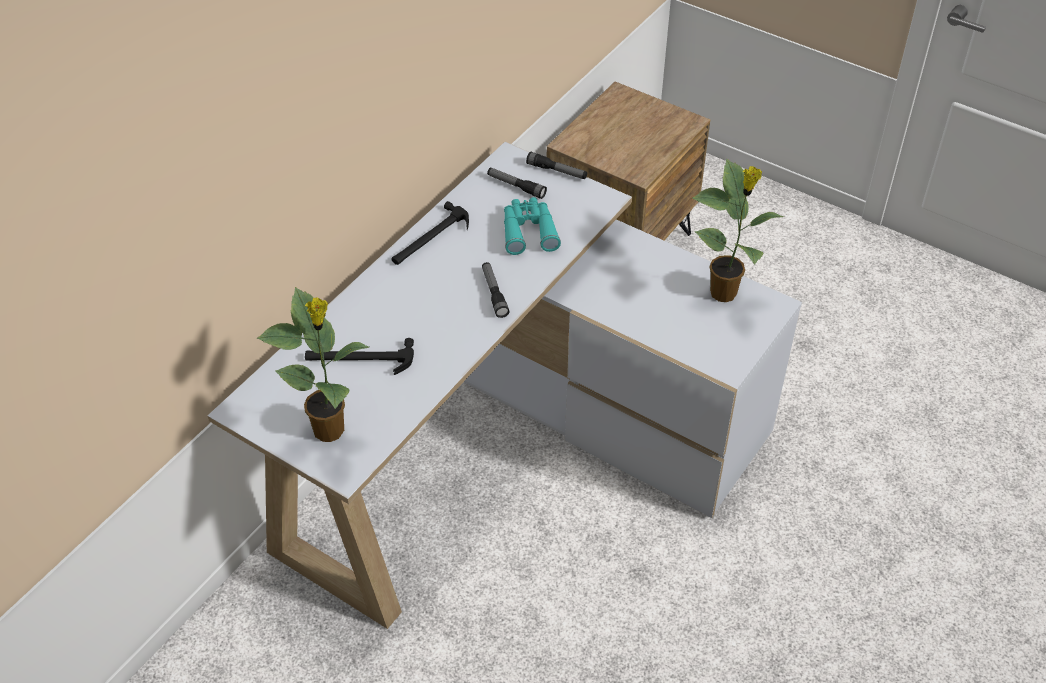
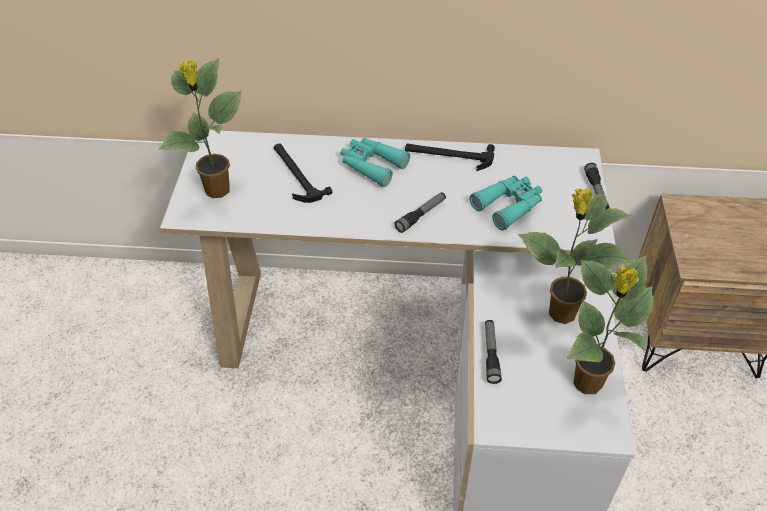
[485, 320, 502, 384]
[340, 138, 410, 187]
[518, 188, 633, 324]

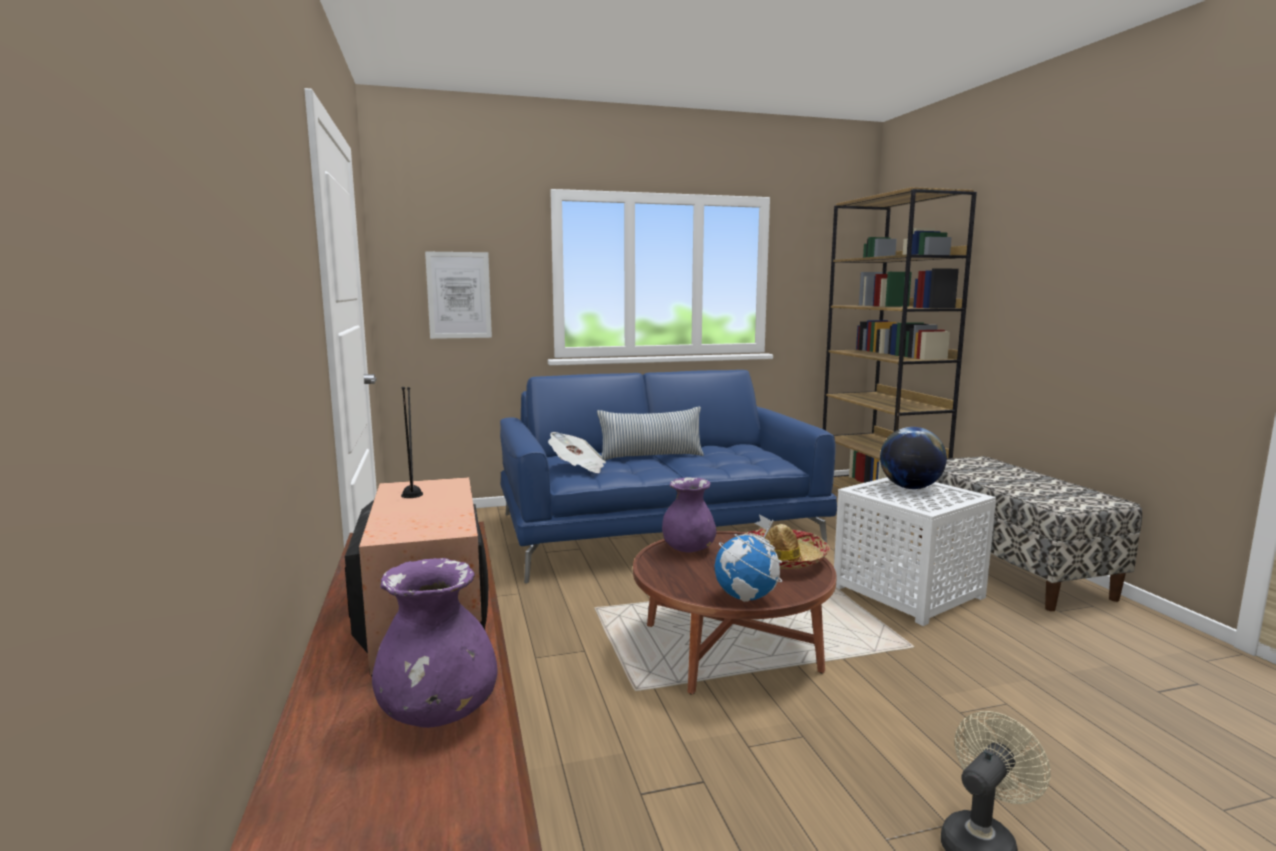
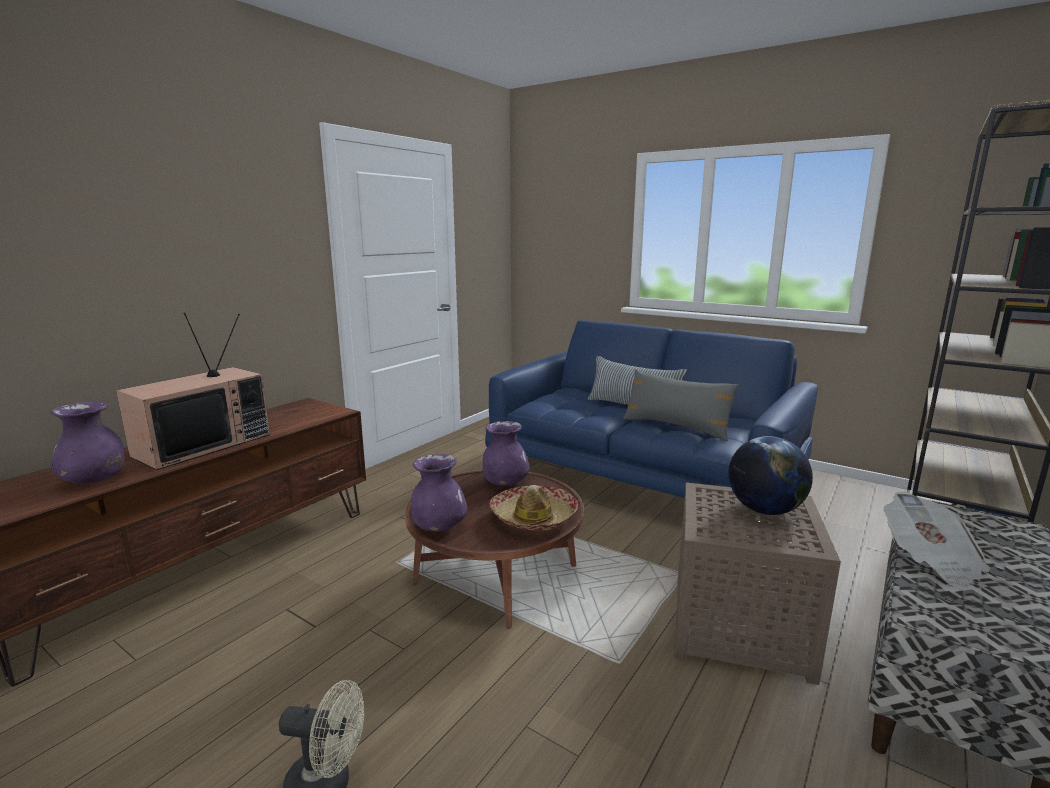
[425, 252, 492, 339] (first image)
[883, 491, 990, 590]
[411, 454, 467, 532]
[675, 482, 841, 685]
[623, 369, 739, 441]

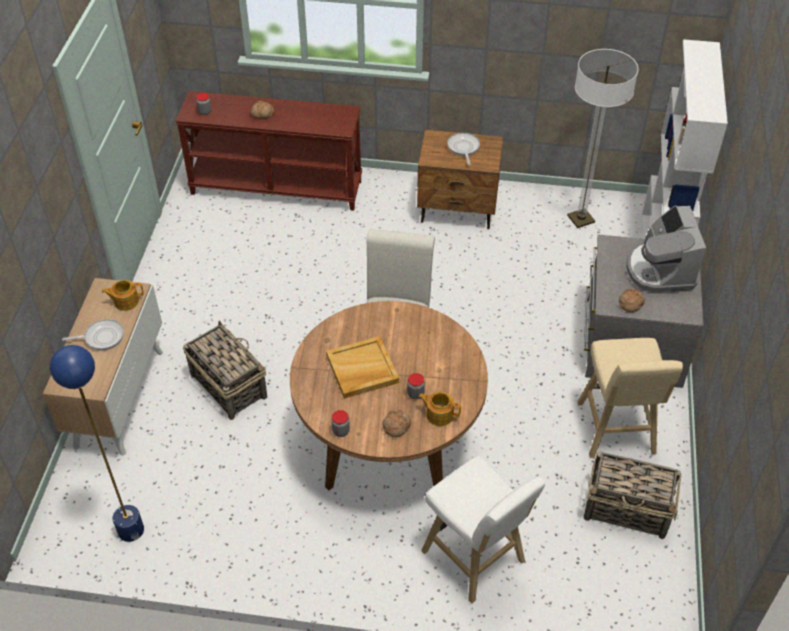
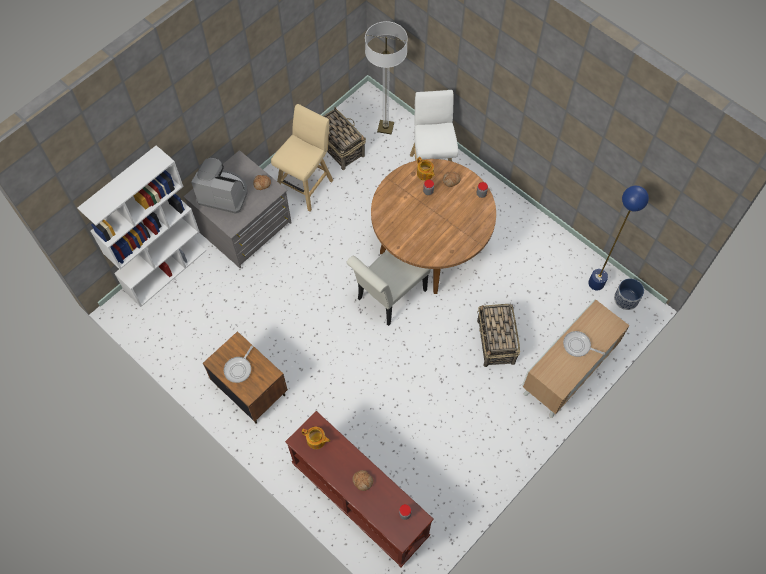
[302, 427, 330, 449]
[326, 336, 399, 399] (first image)
[365, 21, 408, 135]
[191, 158, 248, 214]
[614, 278, 644, 310]

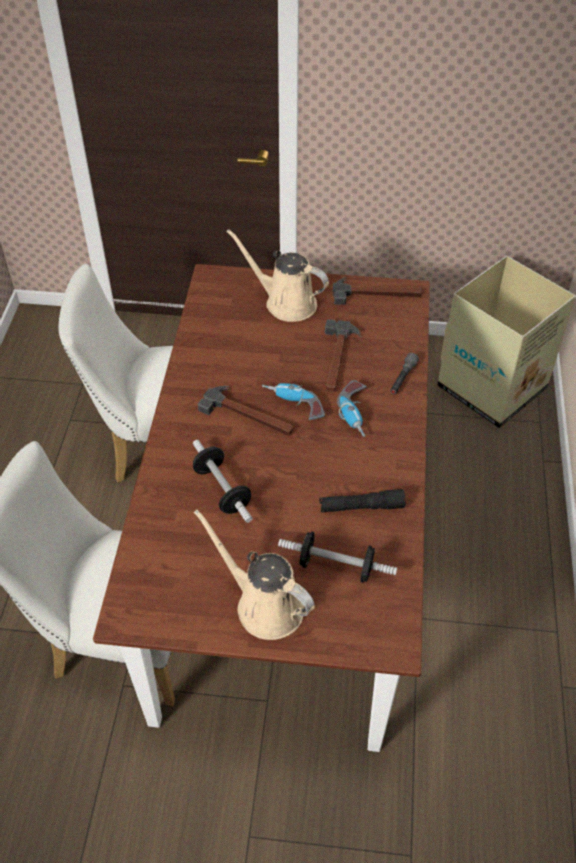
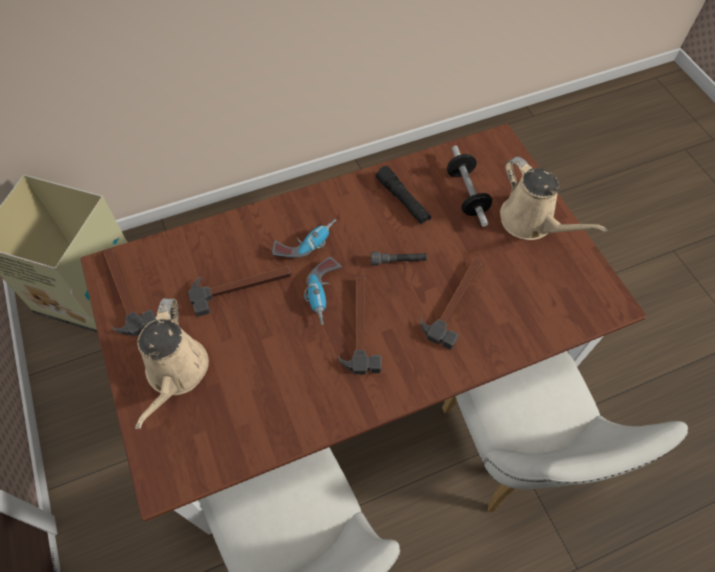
[420, 259, 482, 350]
[500, 157, 608, 240]
[371, 252, 427, 265]

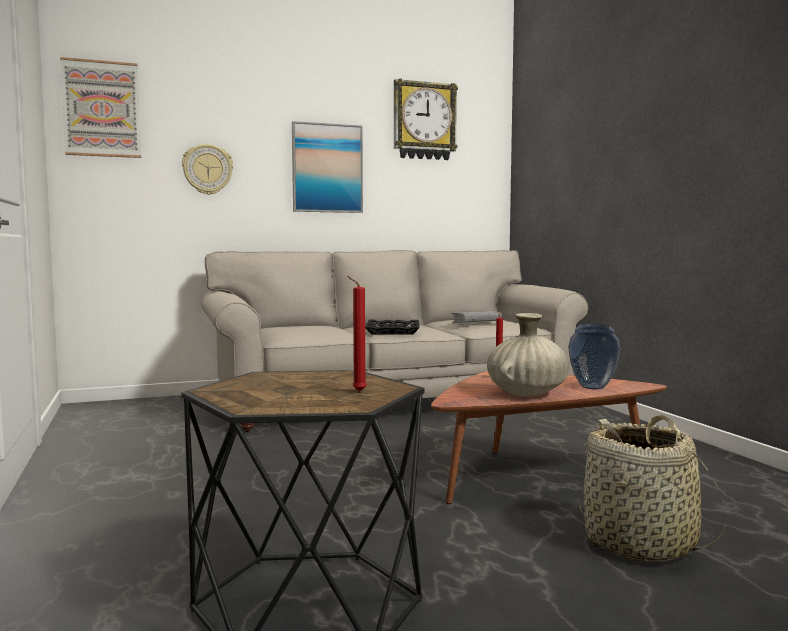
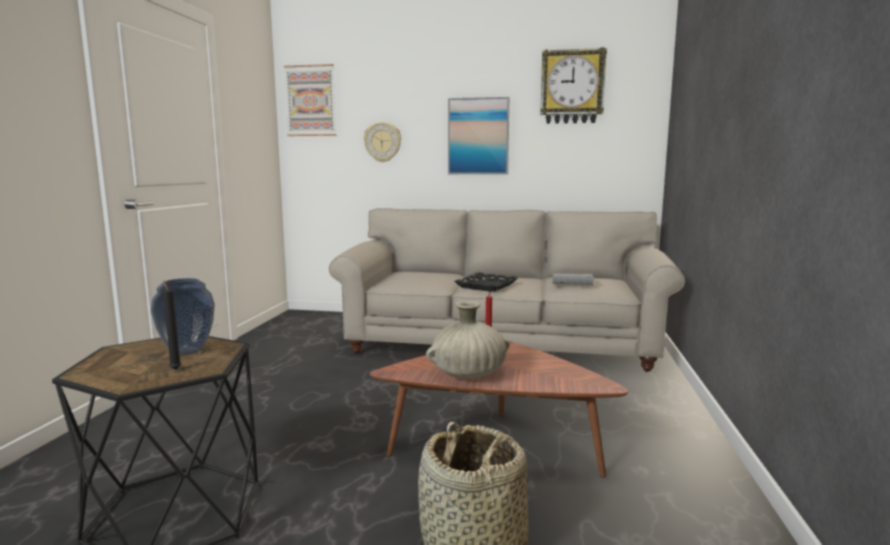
[163, 280, 182, 370]
[151, 278, 215, 355]

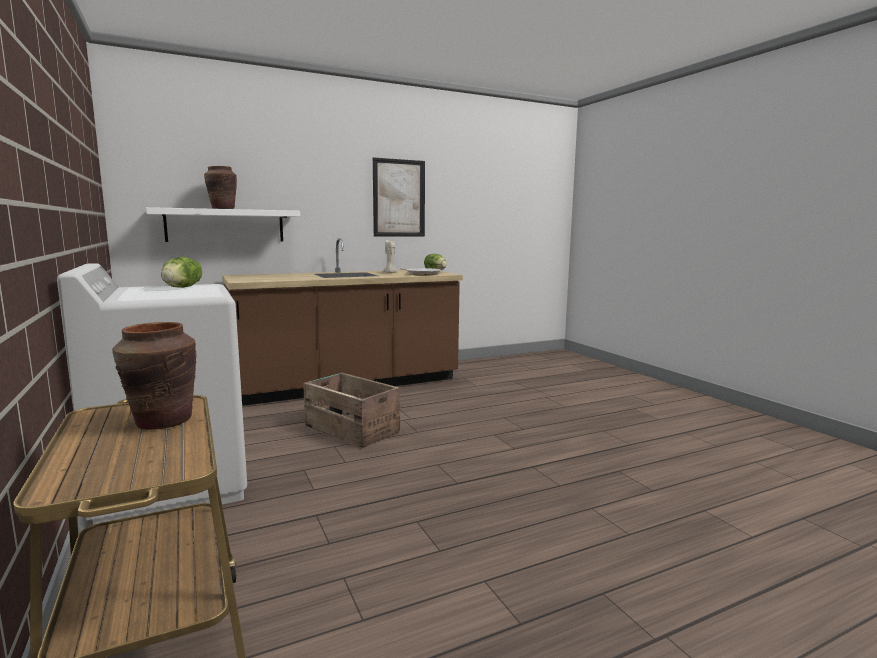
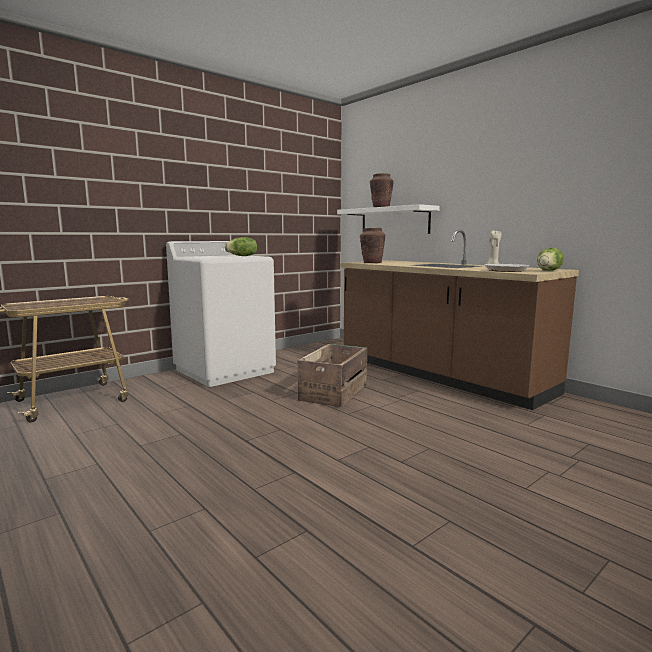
[360, 228, 386, 263]
[373, 158, 425, 236] (first image)

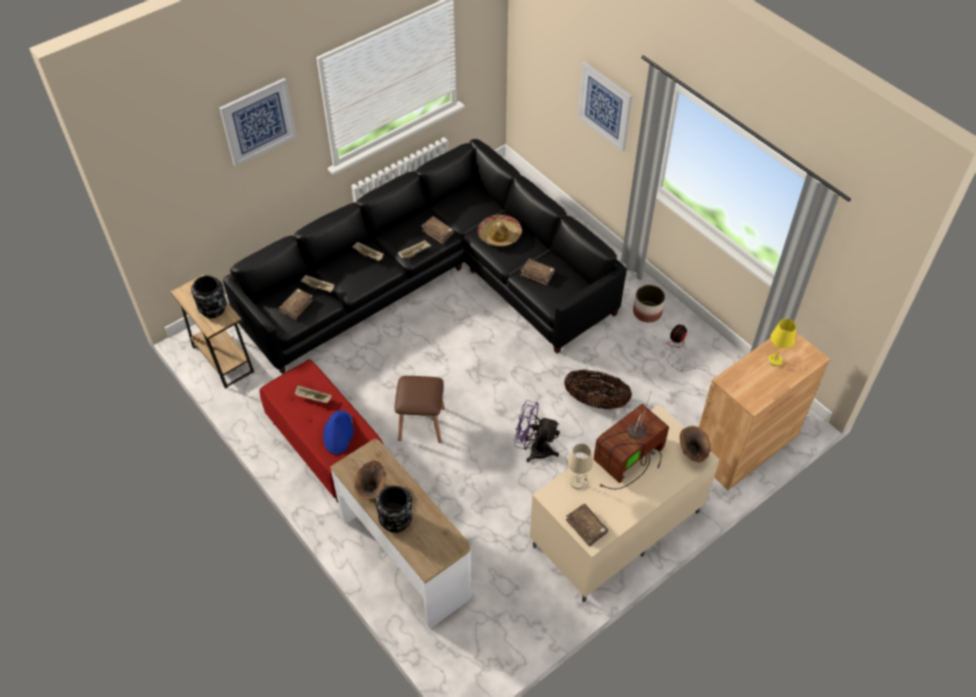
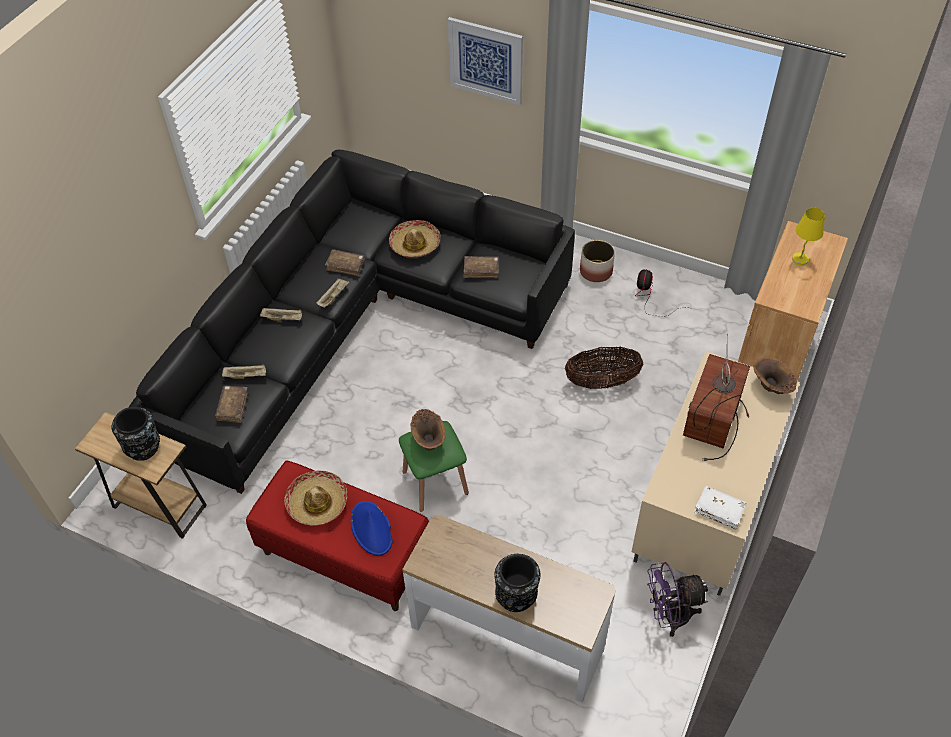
[219, 78, 297, 167] (first image)
[284, 471, 347, 526]
[410, 409, 446, 451]
[399, 421, 469, 512]
[647, 562, 708, 637]
[694, 486, 746, 530]
[568, 444, 593, 489] (first image)

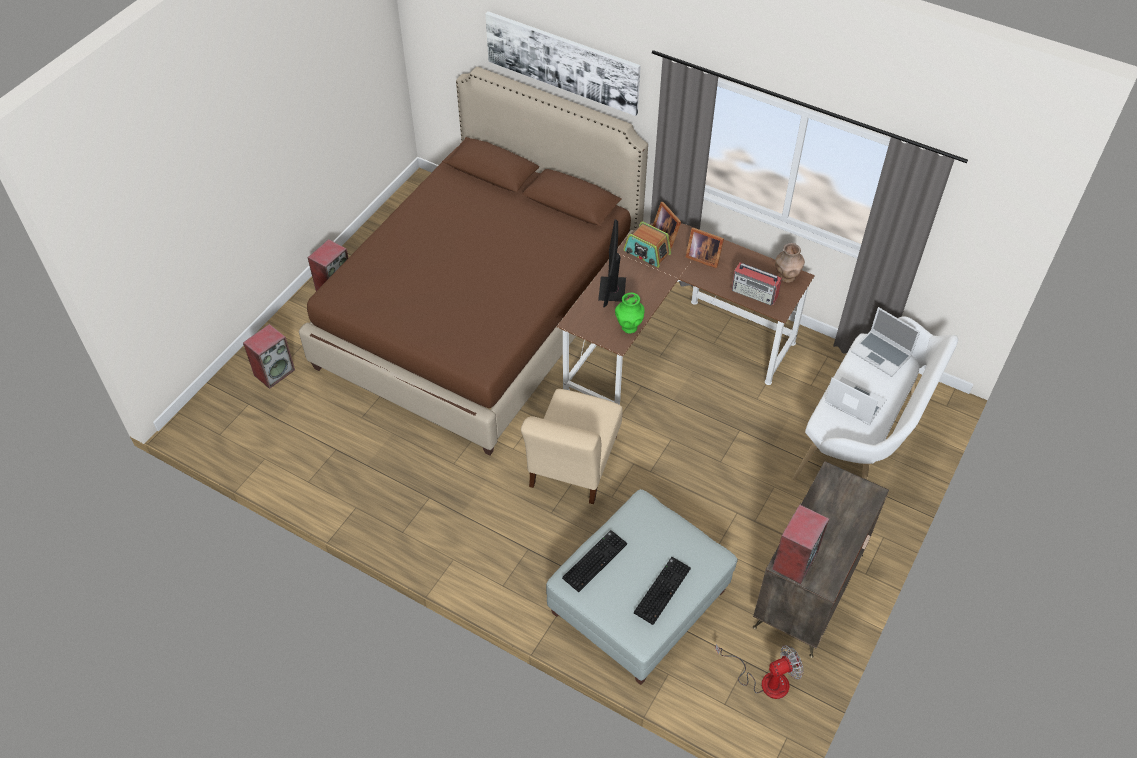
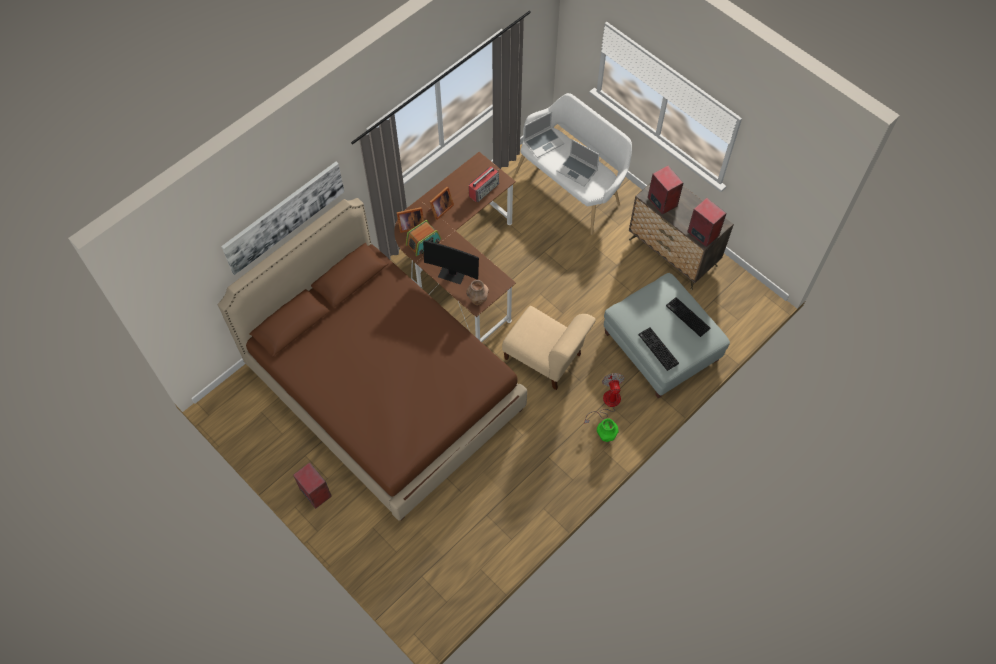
[648, 166, 684, 215]
[597, 418, 619, 442]
[584, 373, 625, 423]
[466, 280, 489, 305]
[557, 139, 600, 186]

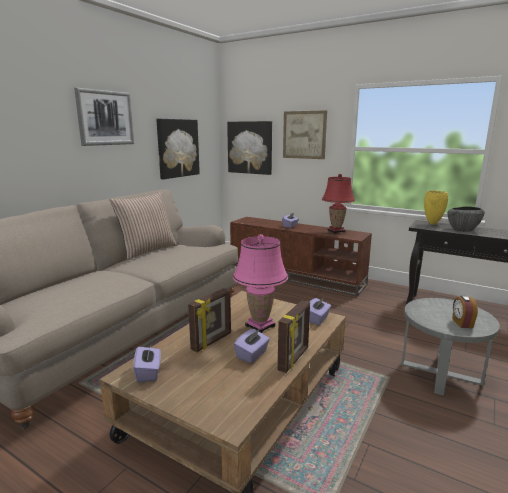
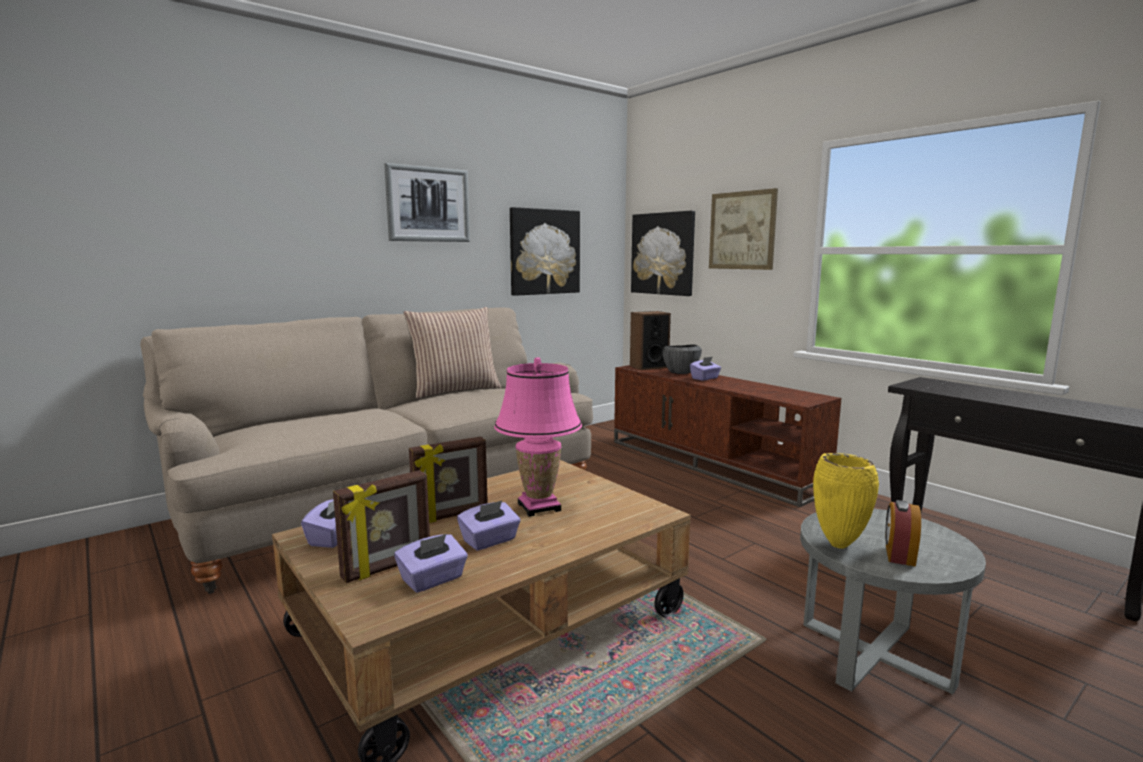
[333, 470, 430, 583]
[394, 534, 468, 593]
[322, 174, 355, 234] (first image)
[813, 453, 879, 549]
[662, 345, 702, 374]
[630, 311, 671, 370]

